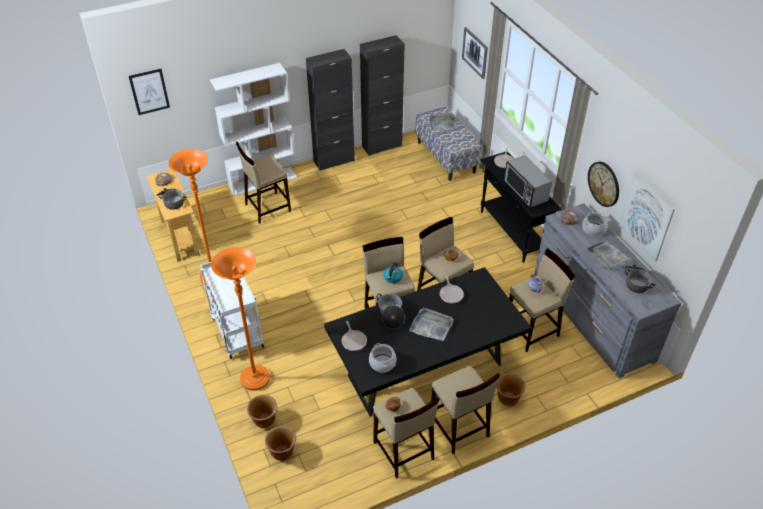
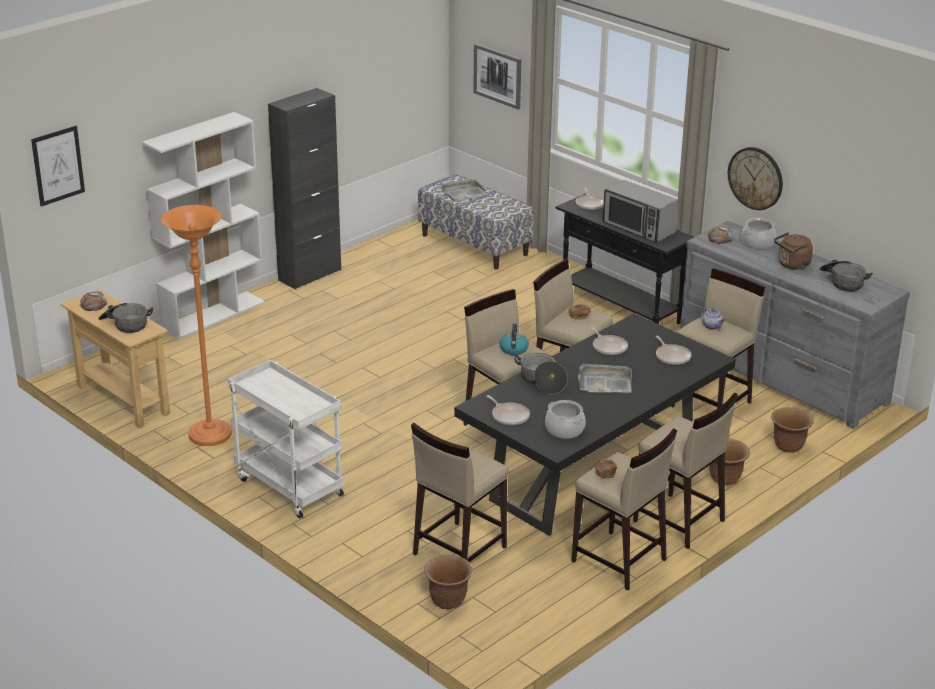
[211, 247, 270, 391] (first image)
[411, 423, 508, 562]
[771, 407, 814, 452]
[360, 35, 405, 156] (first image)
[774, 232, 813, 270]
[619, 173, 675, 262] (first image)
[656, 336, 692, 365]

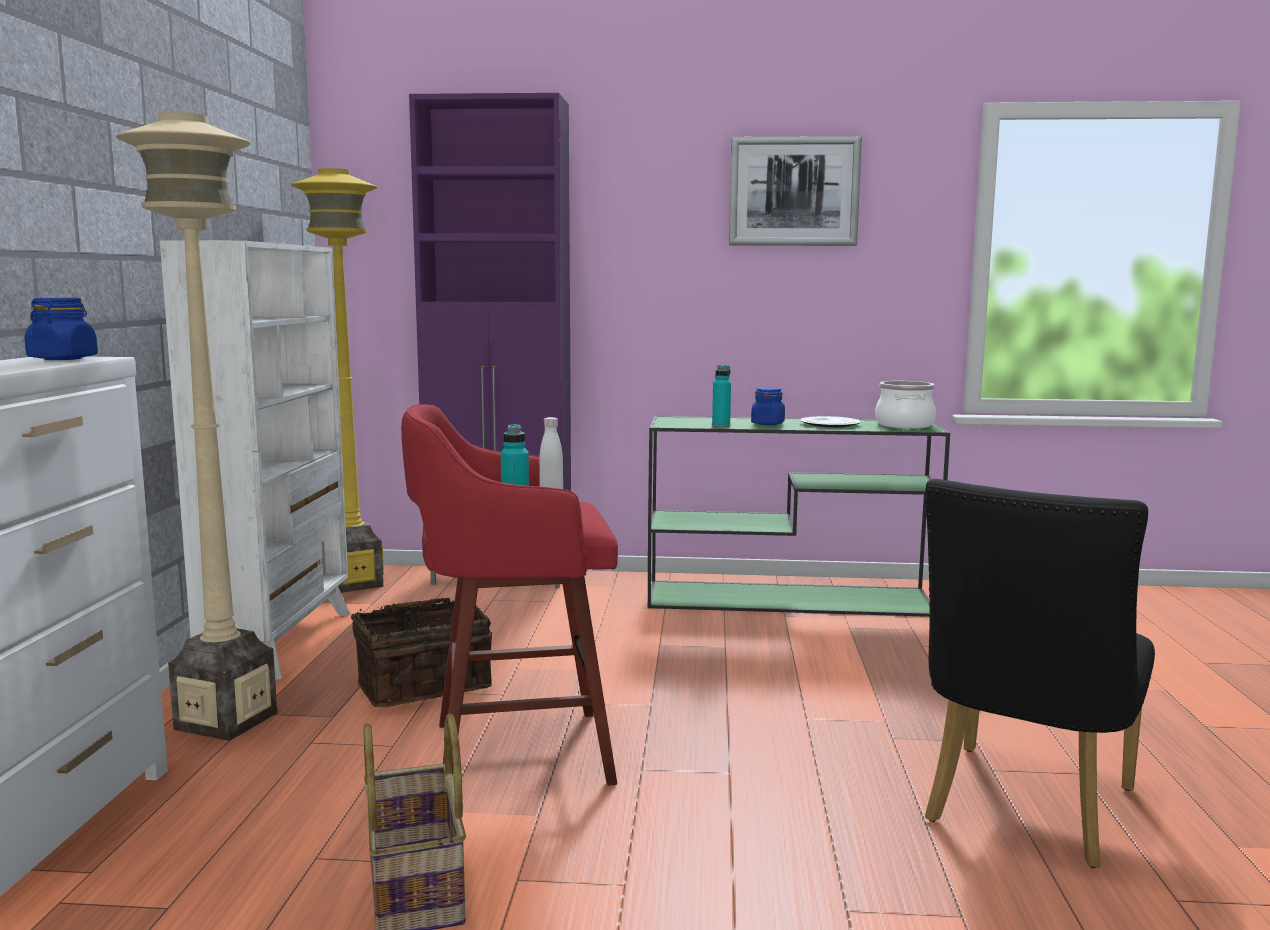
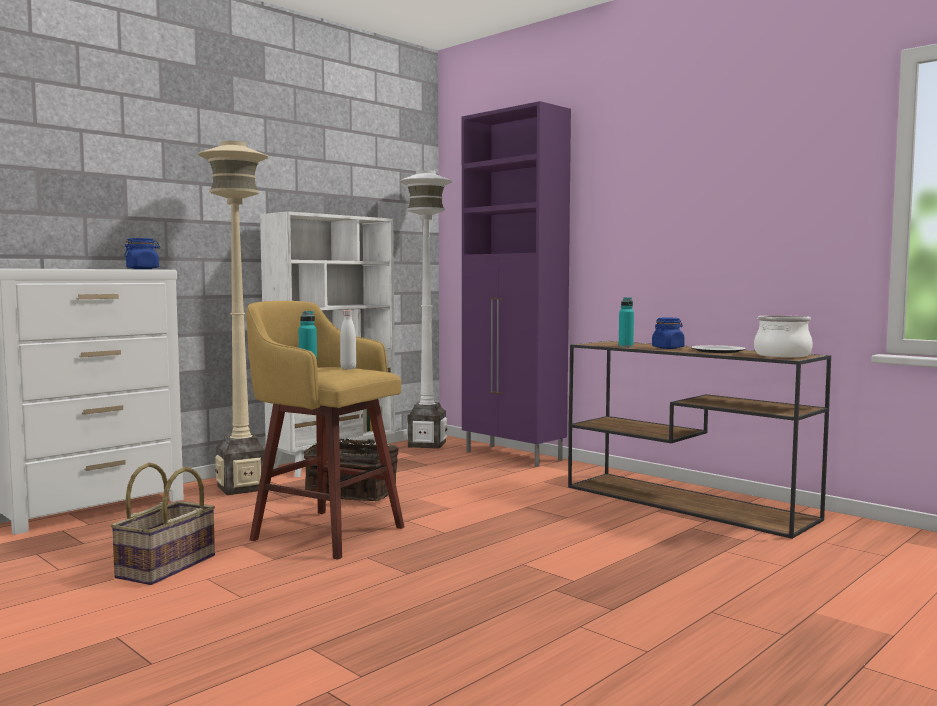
[399, 170, 453, 449]
[246, 301, 404, 560]
[568, 341, 831, 539]
[729, 136, 862, 246] (first image)
[925, 479, 1155, 868] (first image)

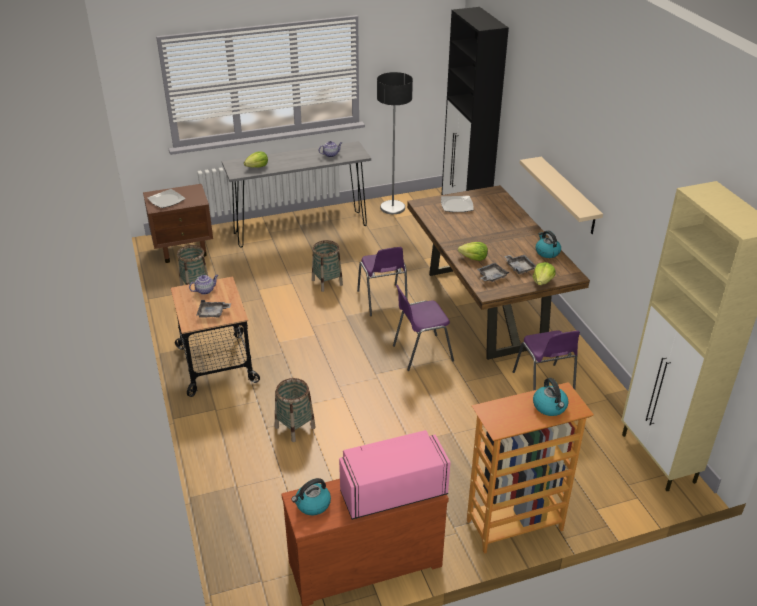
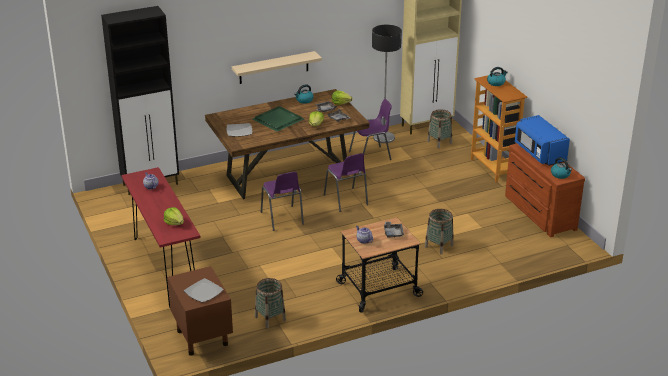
[121, 167, 201, 308]
[427, 109, 452, 148]
[515, 115, 570, 166]
[261, 172, 304, 231]
[372, 25, 402, 143]
[253, 106, 304, 132]

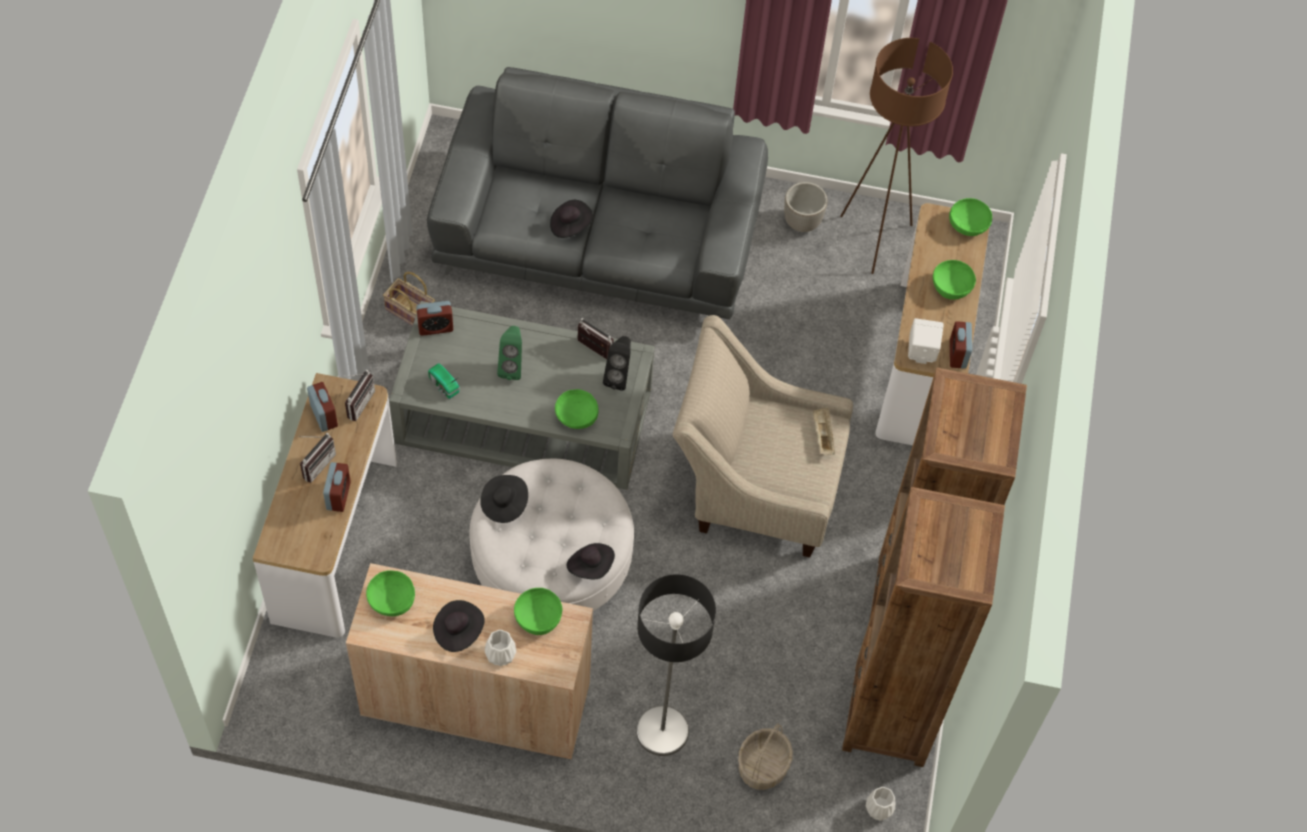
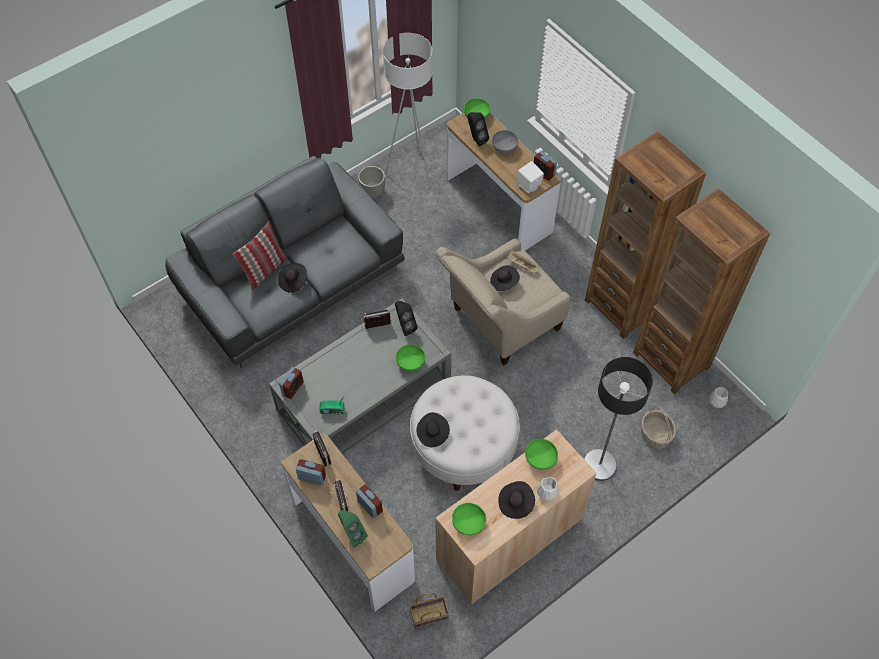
[409, 593, 449, 629]
[338, 510, 368, 548]
[490, 265, 520, 291]
[383, 33, 433, 187]
[492, 130, 518, 154]
[233, 221, 288, 290]
[467, 112, 489, 146]

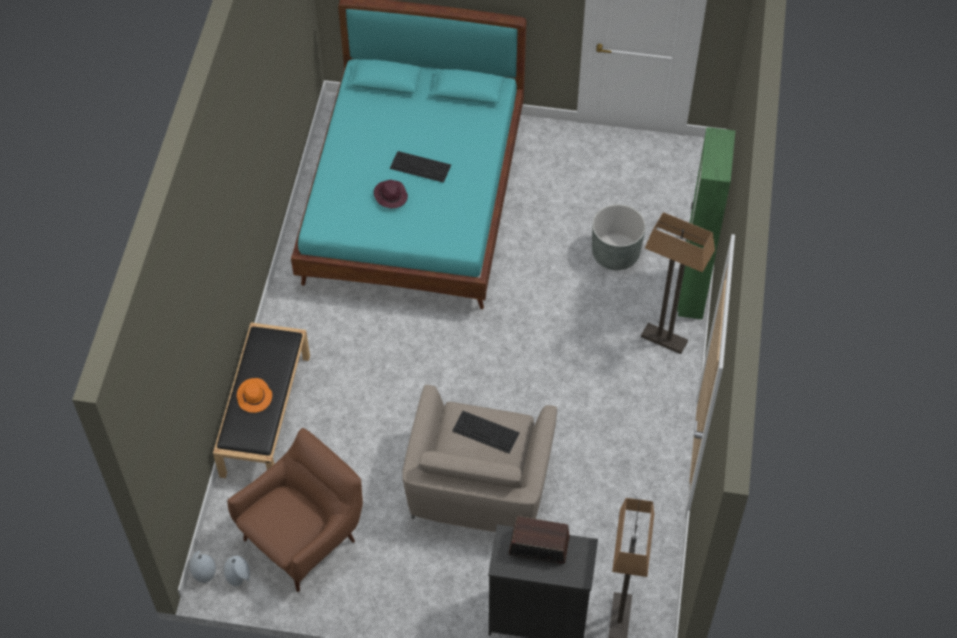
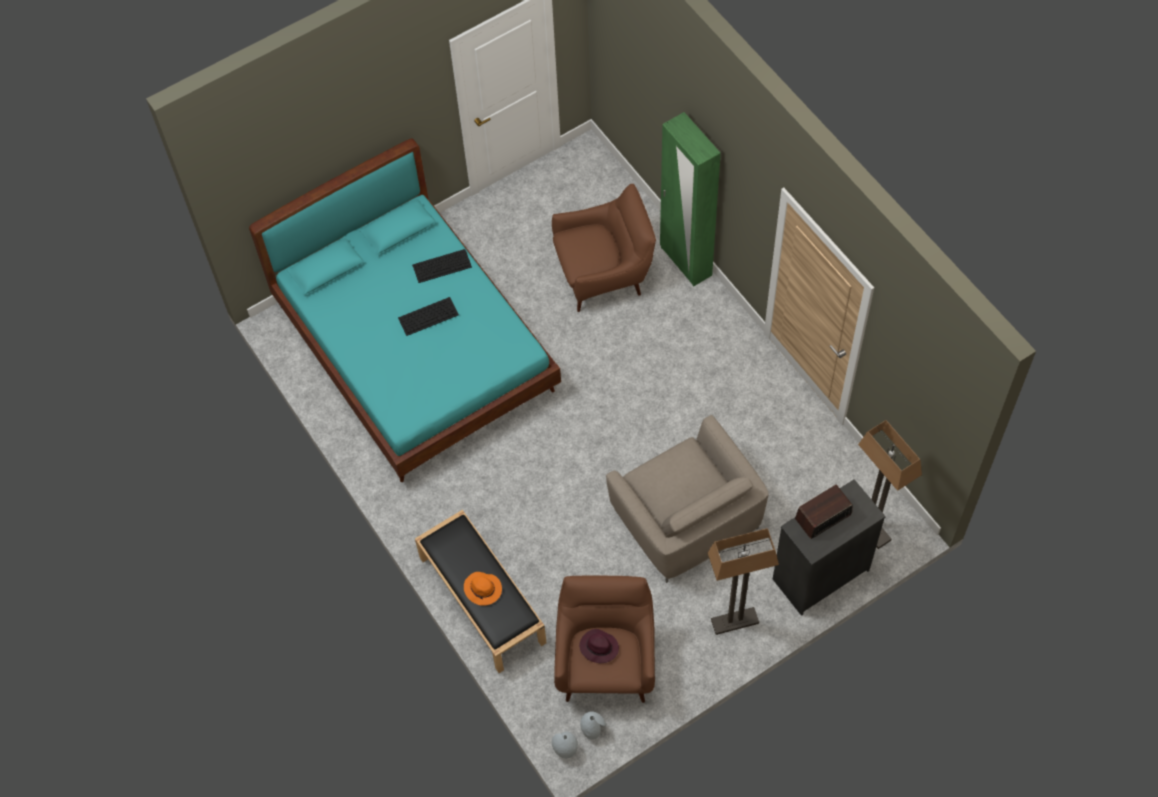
[579, 629, 619, 663]
[412, 249, 472, 283]
[552, 184, 656, 312]
[708, 528, 779, 635]

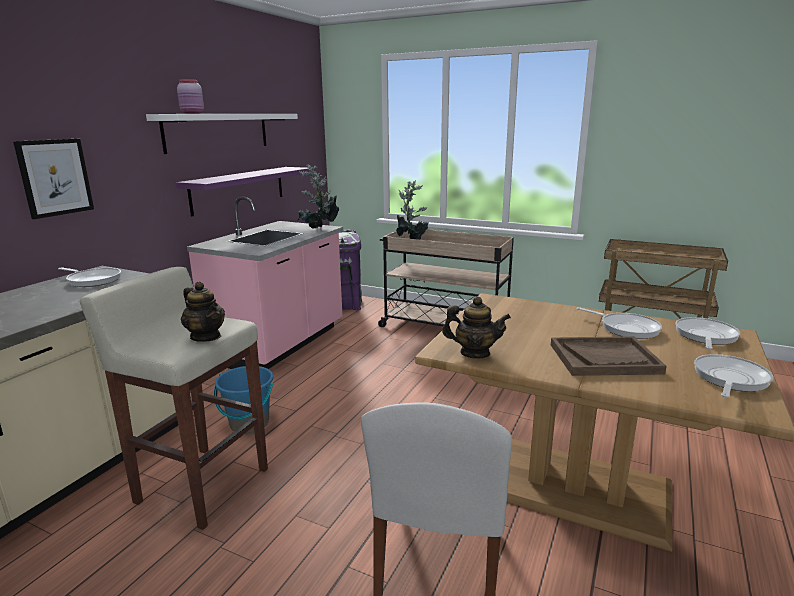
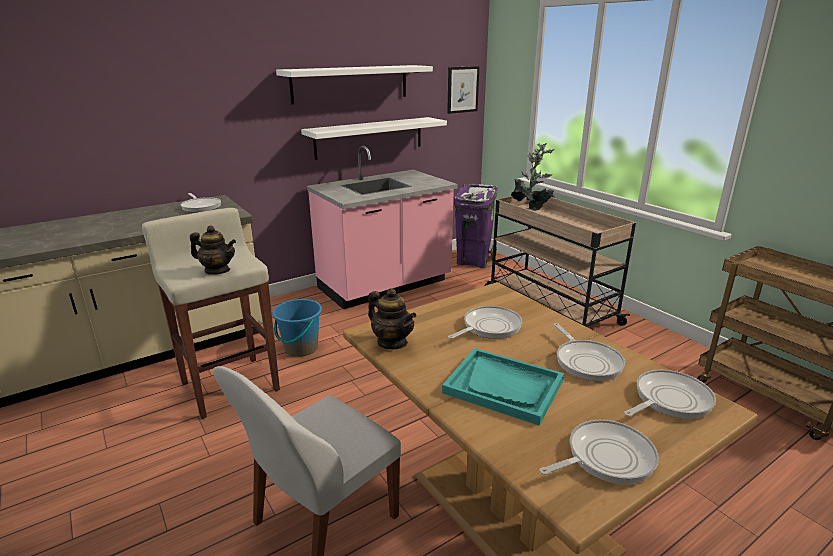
[447, 66, 479, 114]
[301, 117, 447, 160]
[177, 79, 204, 114] (first image)
[190, 225, 236, 275]
[297, 164, 339, 228] (first image)
[442, 348, 564, 426]
[448, 306, 522, 339]

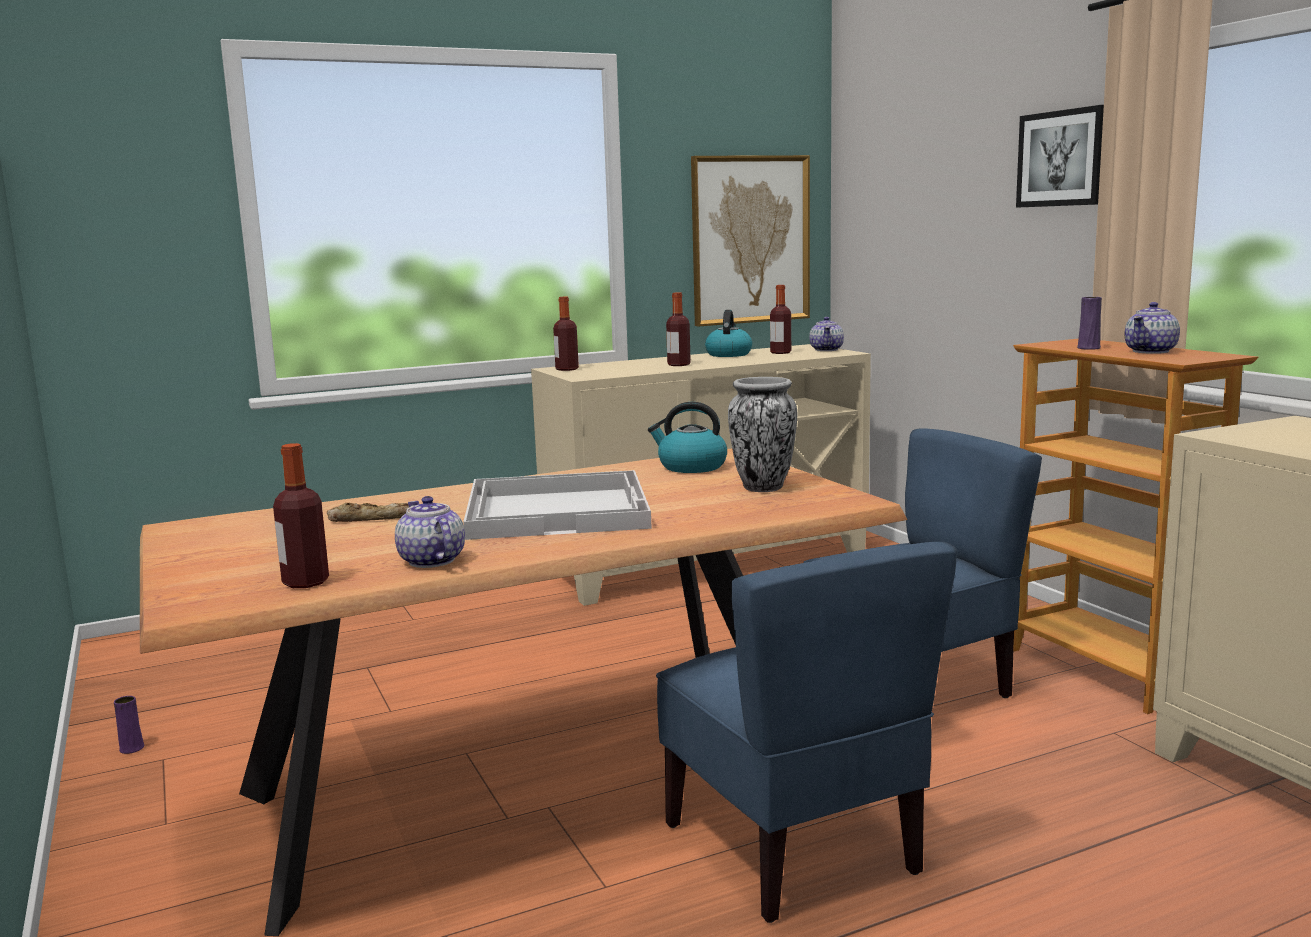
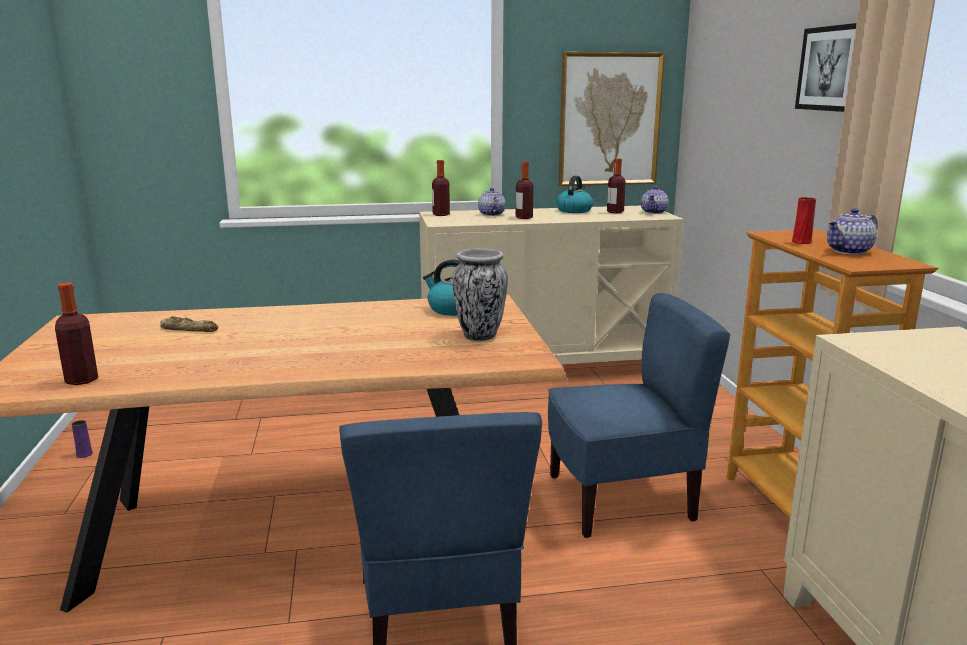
[478, 188, 506, 216]
[463, 470, 652, 540] (first image)
[792, 197, 816, 244]

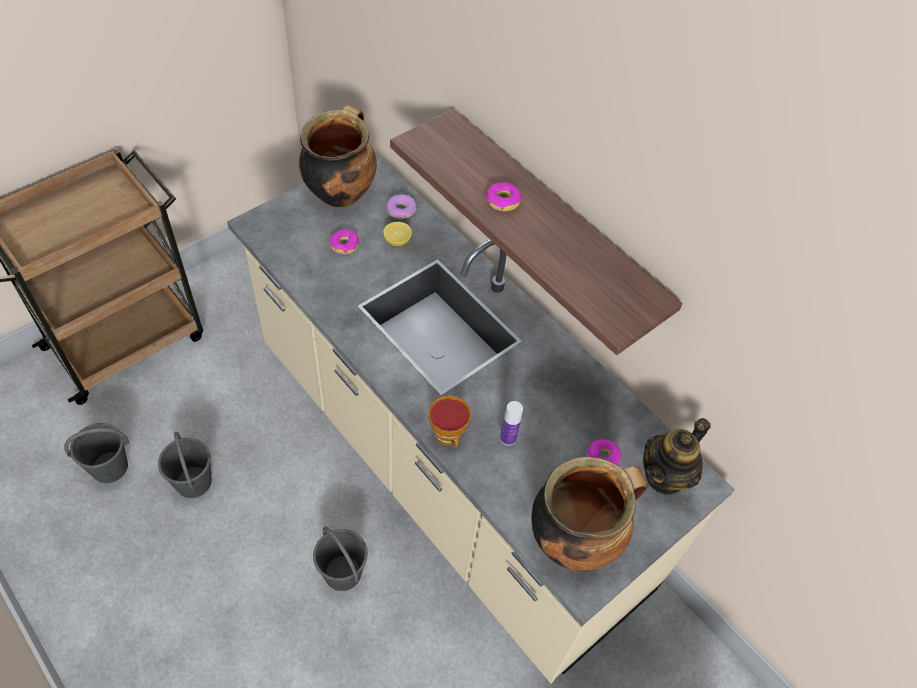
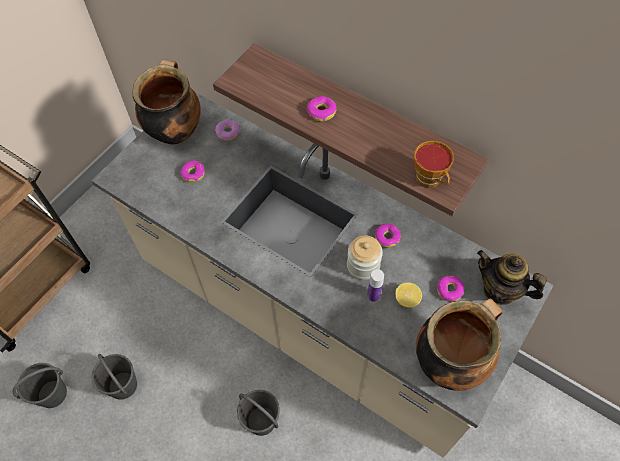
[395, 283, 422, 308]
[414, 141, 454, 188]
[477, 250, 547, 305]
[347, 235, 383, 280]
[374, 223, 401, 248]

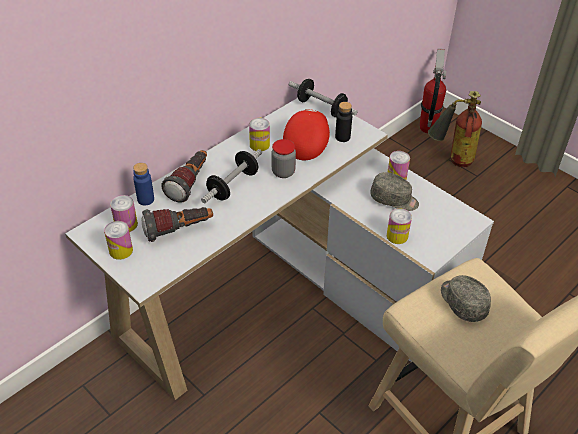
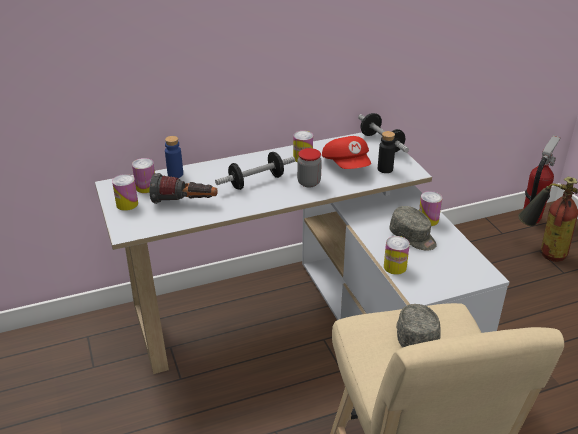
[161, 150, 207, 203] (first image)
[322, 136, 371, 169]

